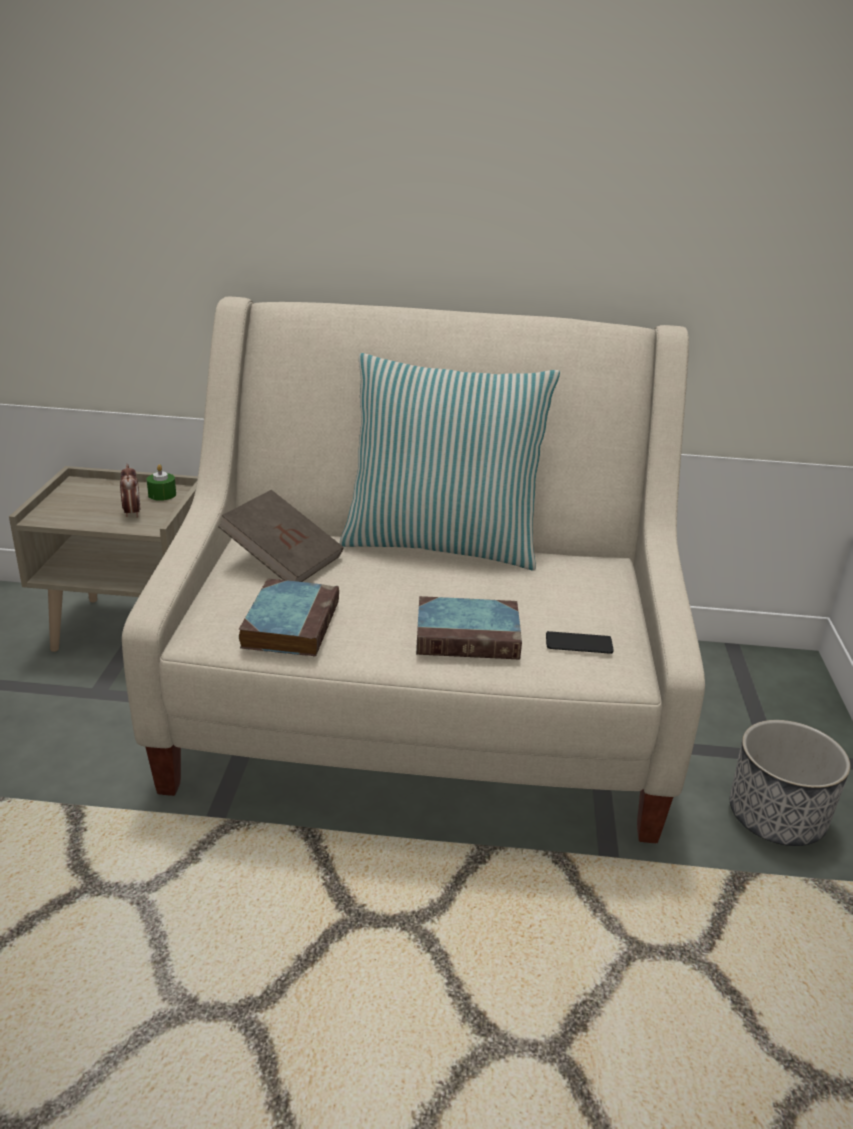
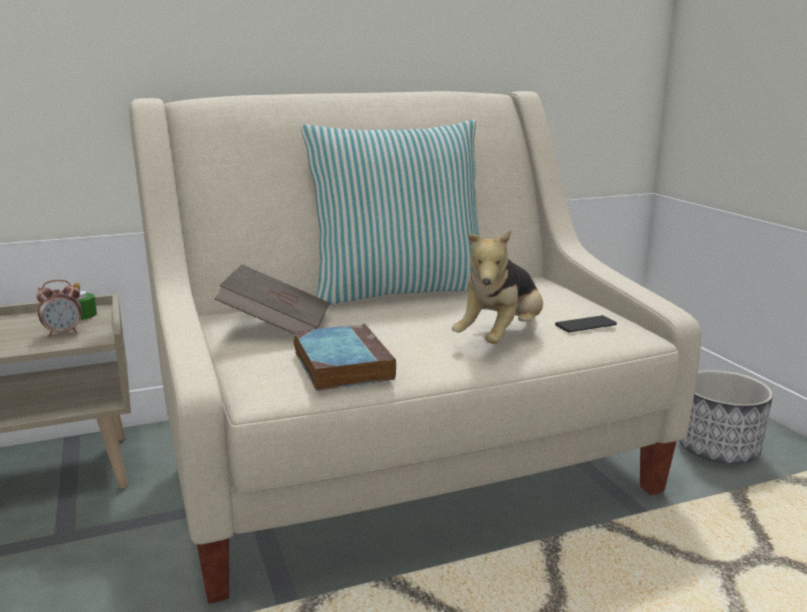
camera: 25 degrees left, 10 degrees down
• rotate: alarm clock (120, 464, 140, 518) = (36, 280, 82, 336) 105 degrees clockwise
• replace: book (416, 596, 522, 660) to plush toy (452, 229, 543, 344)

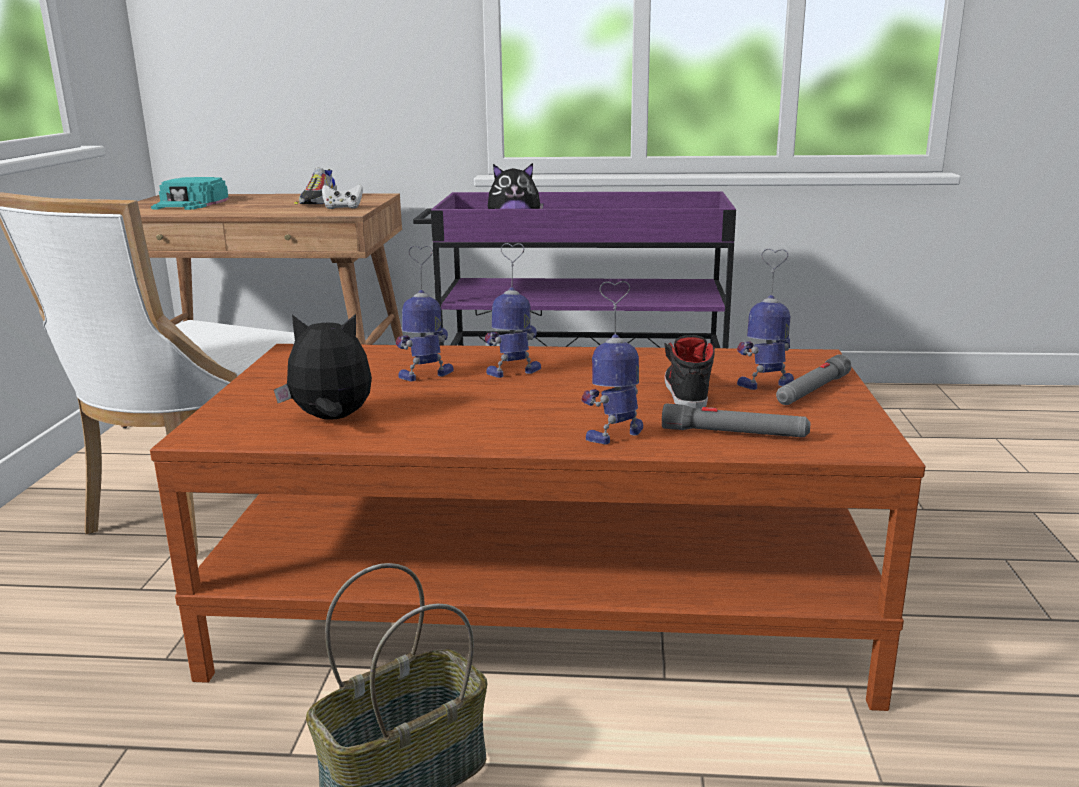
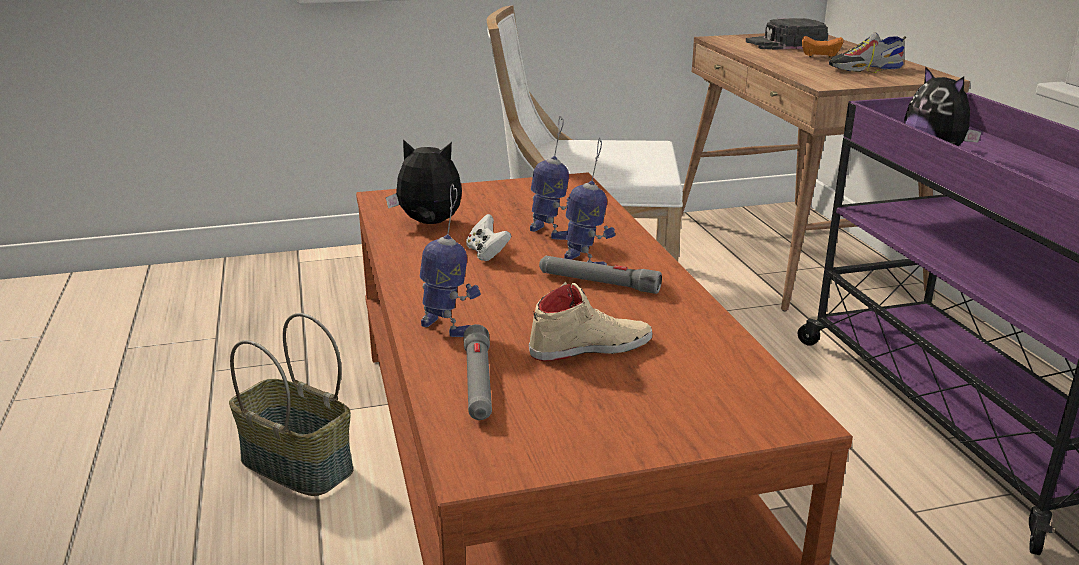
camera: 70 degrees right, 5 degrees up
• rotate: plush toy (274, 314, 372, 420) = (386, 139, 462, 224) 60 degrees counterclockwise
• move: game controller (white) (322, 184, 363, 209) to (466, 214, 511, 261)
• recolor: shoe (black) (664, 335, 717, 409) to shoe (beige) (529, 282, 652, 361)
• move: flashlight (grey) (776, 354, 851, 405) to (539, 256, 662, 294)
• recolor: cap (turquoise) (151, 177, 229, 210) to cap (black) (746, 18, 828, 50)
• insert: game controller (orange) (802, 36, 843, 58)
• delete: toy robot (737, 249, 794, 390)

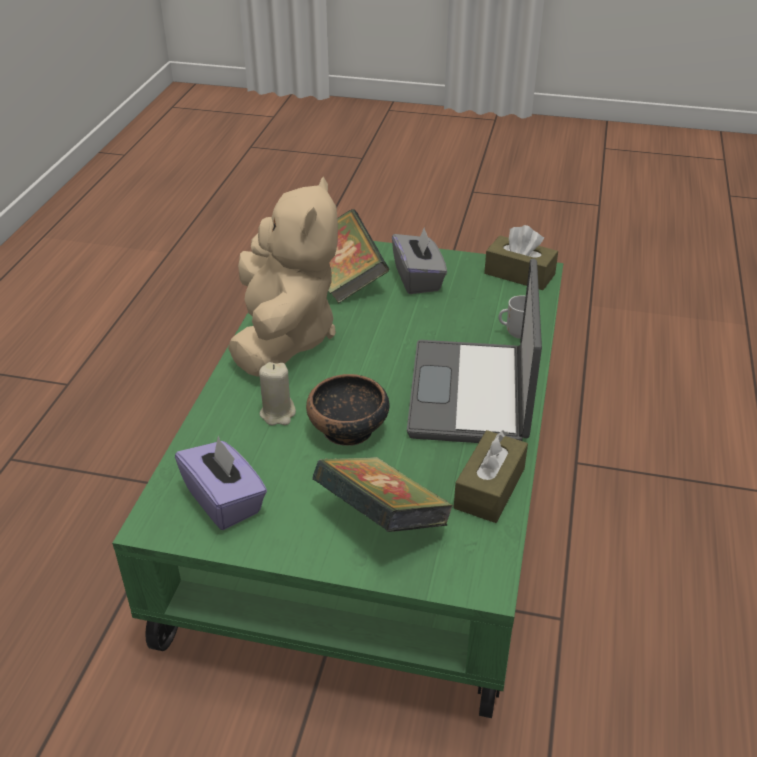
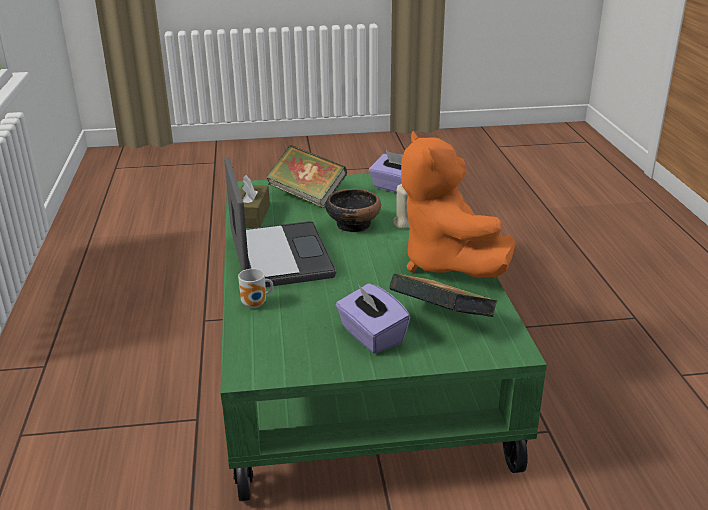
camera: 160 degrees right, 10 degrees down
• recolor: tissue box (grey) (392, 226, 447, 294) to tissue box (purple) (336, 283, 410, 354)
• recolor: plush toy (beige) (228, 177, 338, 377) to plush toy (orange) (401, 131, 515, 278)
• delete: tissue box (brown) (484, 225, 558, 290)

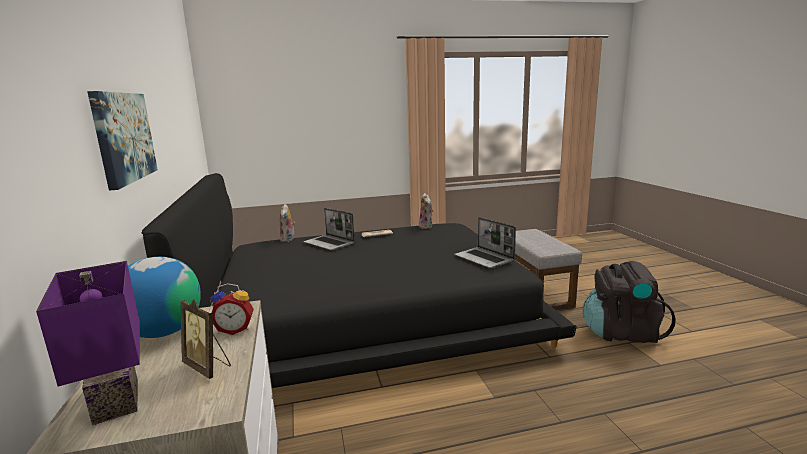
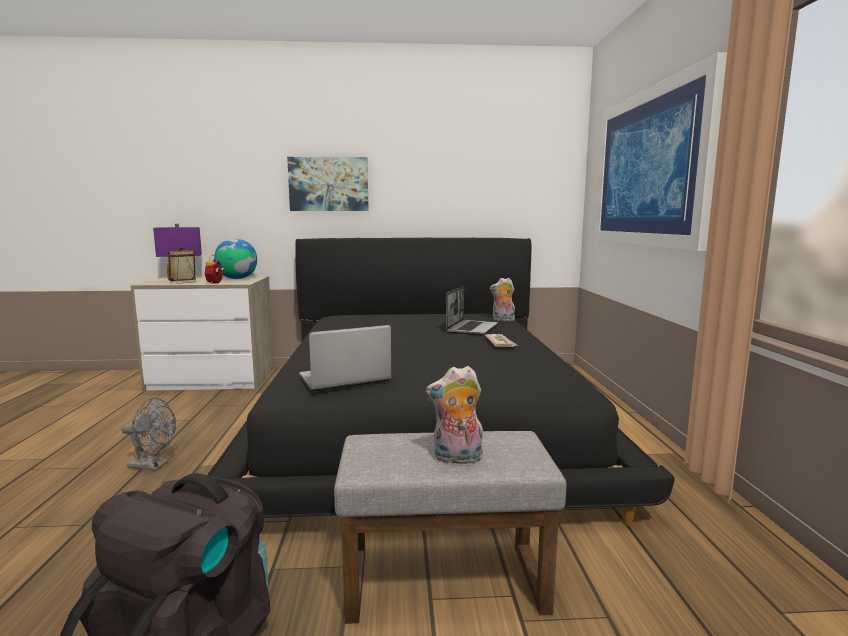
camera: 100 degrees right, 5 degrees down
• insert: fan (grey) (122, 398, 176, 471)
• move: plush toy (419, 193, 434, 229) to (426, 366, 483, 464)
• rotate: laptop (303, 208, 355, 250) = (446, 286, 498, 335) 150 degrees clockwise
• insert: picture (595, 52, 727, 251)

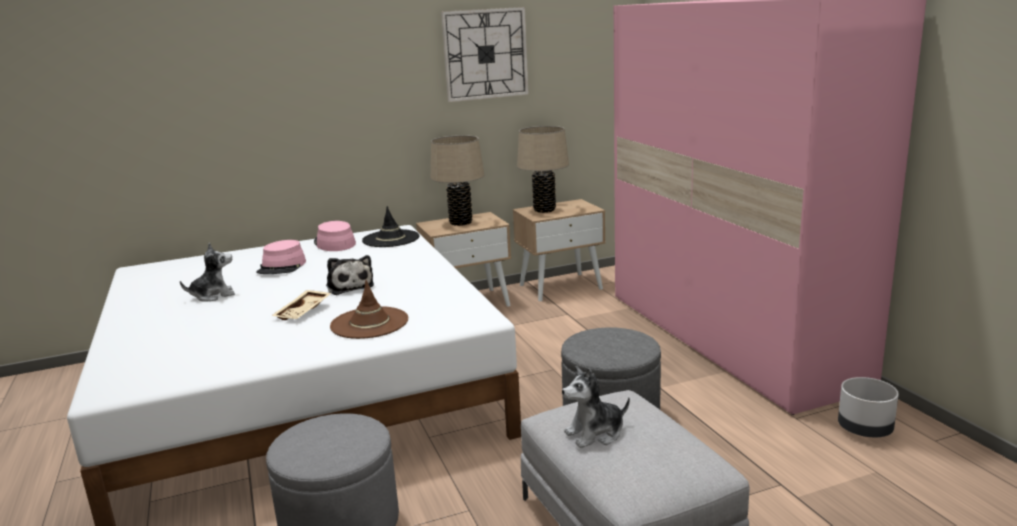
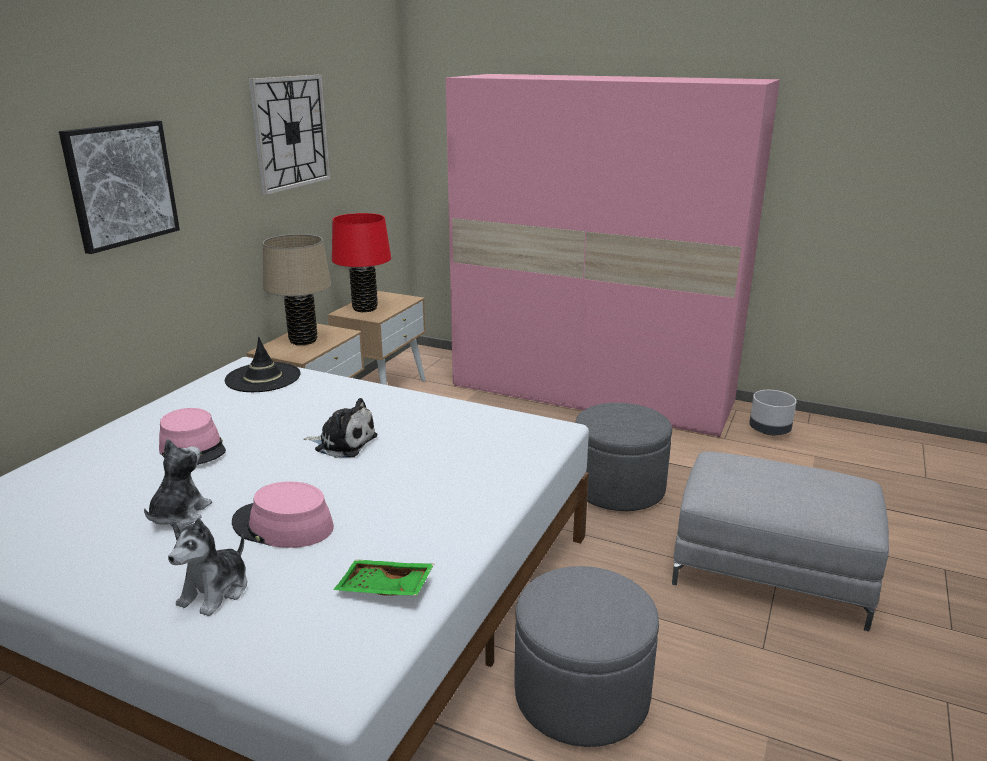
camera: 45 degrees left, 5 degrees up
• insert: picture (59, 121, 180, 254)
• move: plush toy (562, 366, 630, 448) to (168, 518, 247, 616)
• move: hat (pink) (314, 221, 356, 251) to (232, 481, 334, 548)
• recolor: table lamp (beige) (517, 126, 569, 213) to table lamp (red) (332, 213, 391, 312)
• insert: tray (green) (333, 560, 434, 596)
• delete: tray (beige) (272, 290, 331, 320)
• delete: hat (brown) (330, 280, 408, 339)

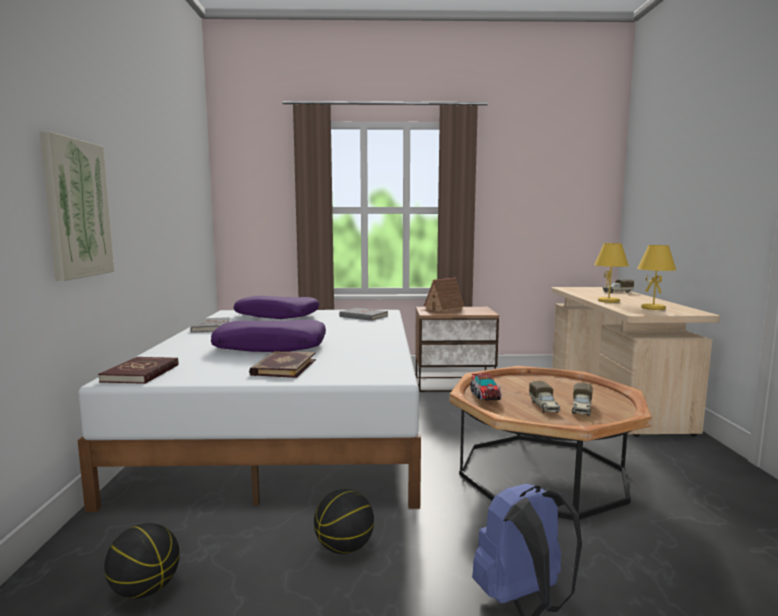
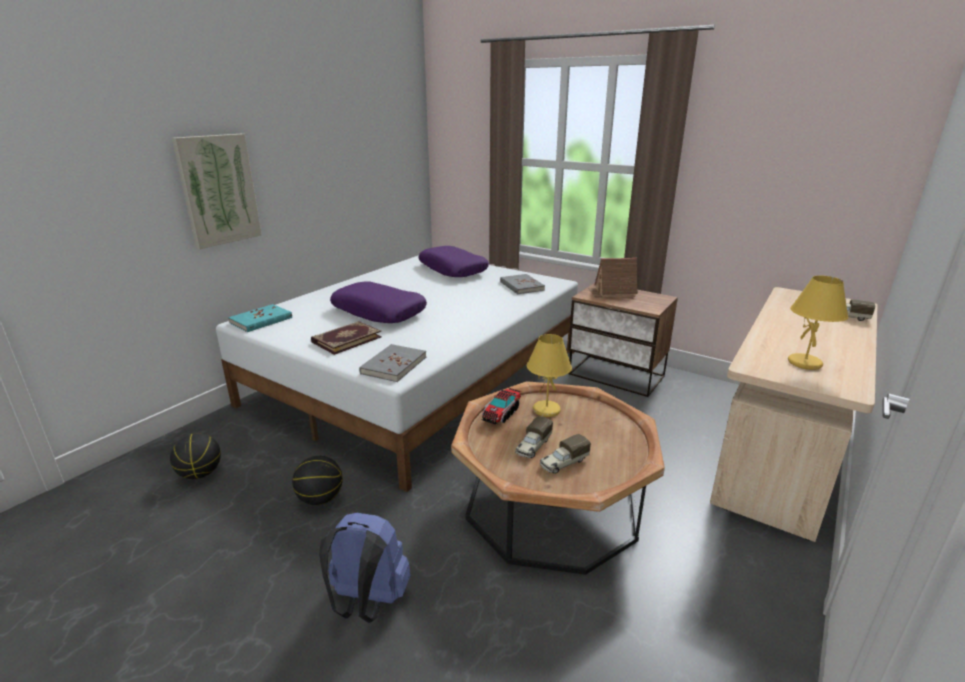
camera: 35 degrees right, 15 degrees up
• recolor: book (red) (98, 357, 179, 384) to book (turquoise) (228, 304, 292, 332)
• move: book (grey) (190, 317, 230, 333) to (359, 344, 426, 382)
• move: table lamp (yellow) (594, 243, 629, 303) to (527, 334, 572, 417)

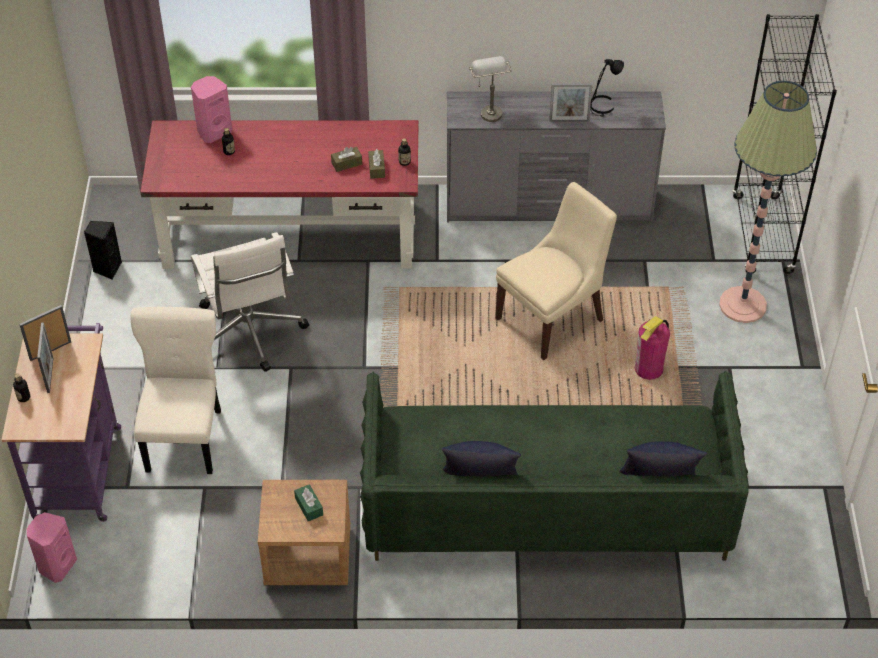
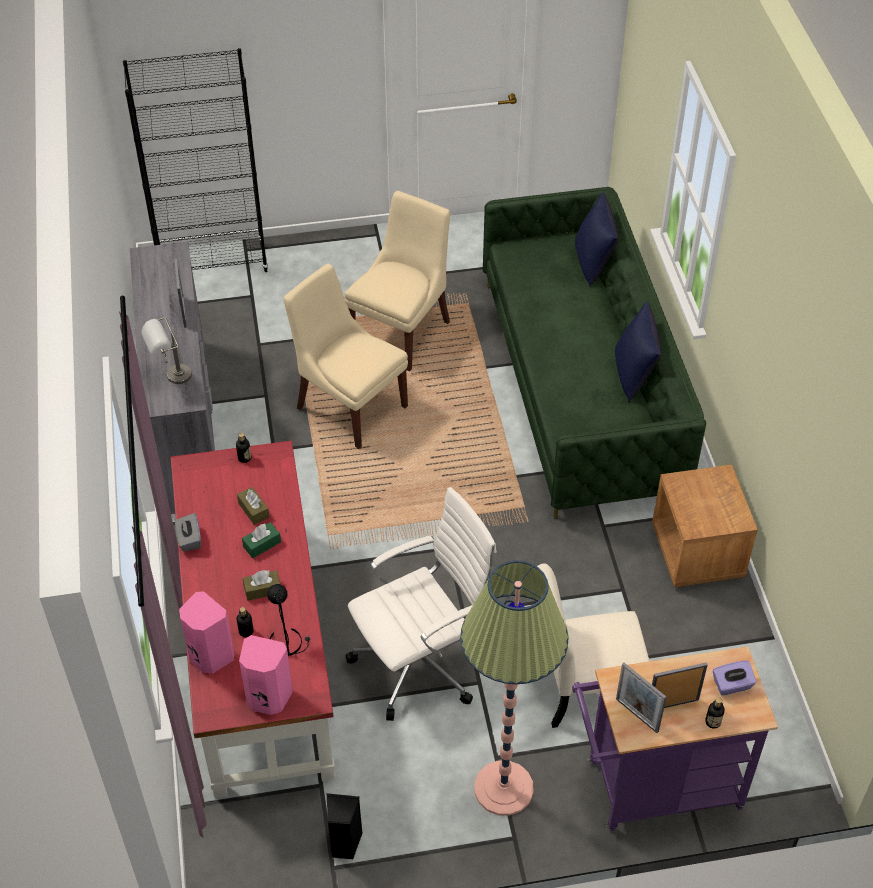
camera: 100 degrees left, 0 degrees up
• insert: tissue box (grey) (175, 513, 201, 552)
• move: speaker (pink) (27, 512, 77, 583) to (239, 635, 293, 715)
• move: tissue box (green) (294, 484, 323, 521) to (242, 522, 281, 558)
• move: tissue box (brown) (368, 149, 385, 179) to (243, 570, 281, 601)
• move: table lamp (black) (590, 59, 624, 117) to (267, 584, 310, 656)
• replace: fire extinguisher (635, 316, 670, 380) to chair (beige) (345, 191, 450, 371)
• move: floor lamp (719, 81, 817, 323) to (460, 560, 568, 815)
• insert: tissue box (purple) (713, 661, 757, 695)

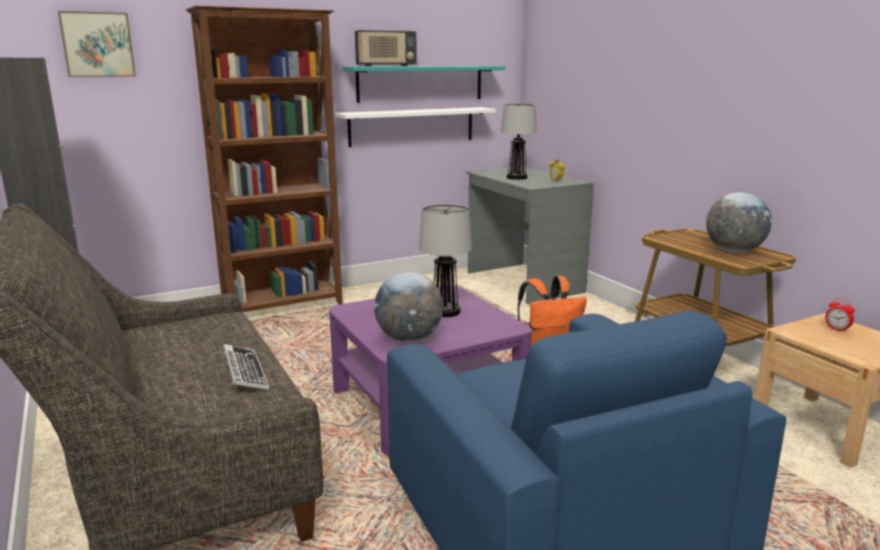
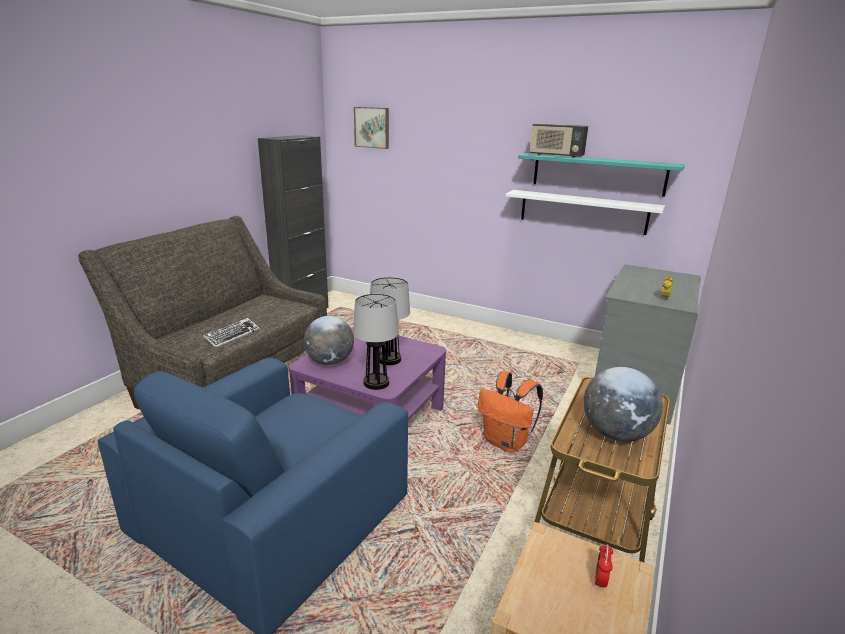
camera: 55 degrees right, 5 degrees up
• move: table lamp (501, 104, 537, 180) to (353, 294, 399, 390)
• delete: bookcase (brown) (186, 6, 343, 312)

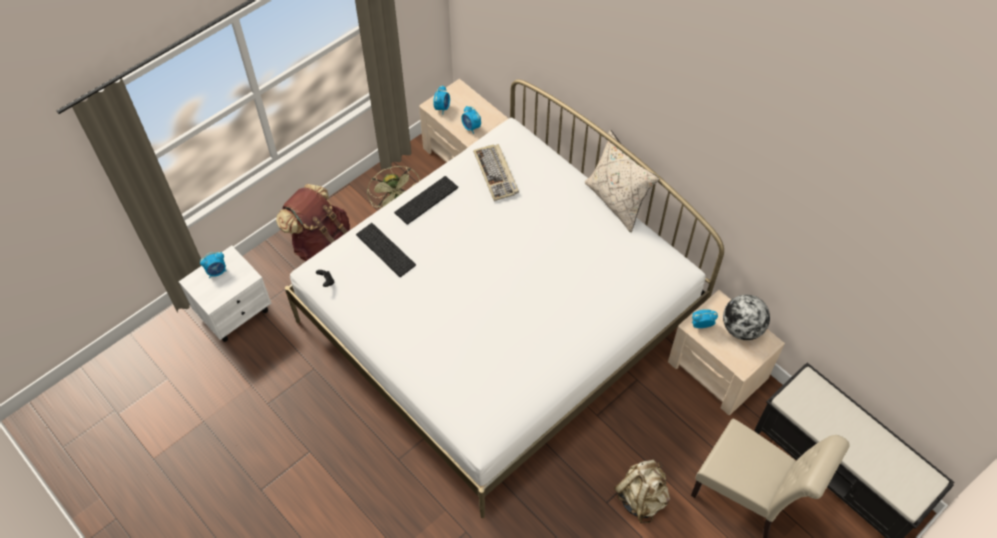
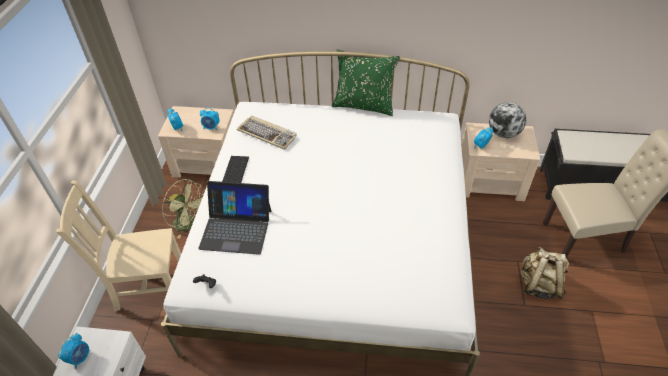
camera: 40 degrees left, 10 degrees down
• replace: backpack (brown) (276, 184, 350, 261) to chair (beige) (57, 180, 181, 312)
• replace: keyboard (356, 223, 416, 277) to laptop (198, 181, 271, 255)
• recolor: pillow (beige) (585, 130, 659, 233) to pillow (green) (332, 49, 400, 116)

